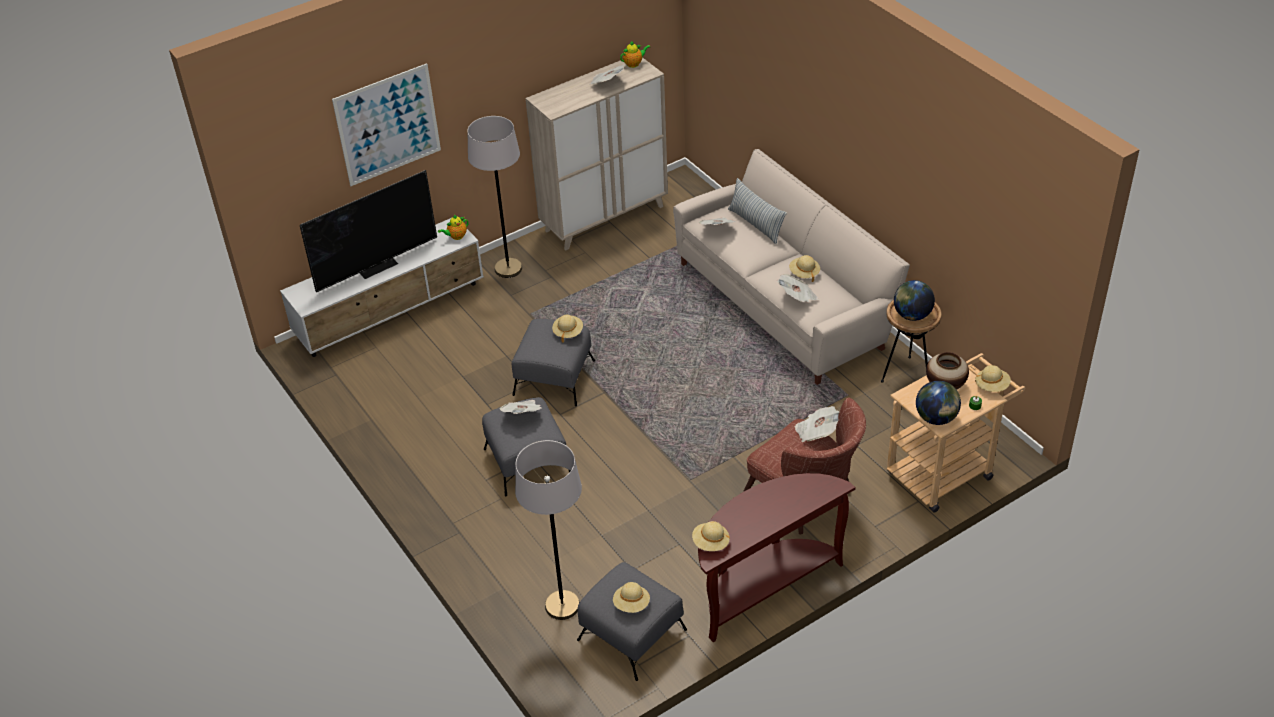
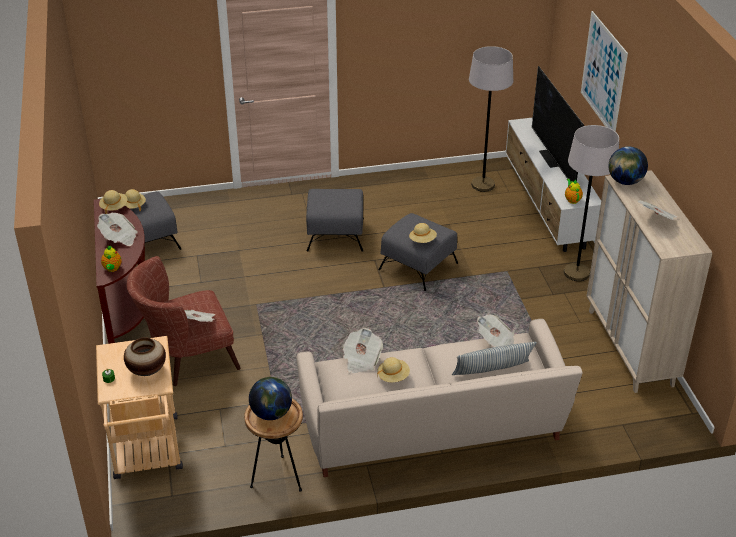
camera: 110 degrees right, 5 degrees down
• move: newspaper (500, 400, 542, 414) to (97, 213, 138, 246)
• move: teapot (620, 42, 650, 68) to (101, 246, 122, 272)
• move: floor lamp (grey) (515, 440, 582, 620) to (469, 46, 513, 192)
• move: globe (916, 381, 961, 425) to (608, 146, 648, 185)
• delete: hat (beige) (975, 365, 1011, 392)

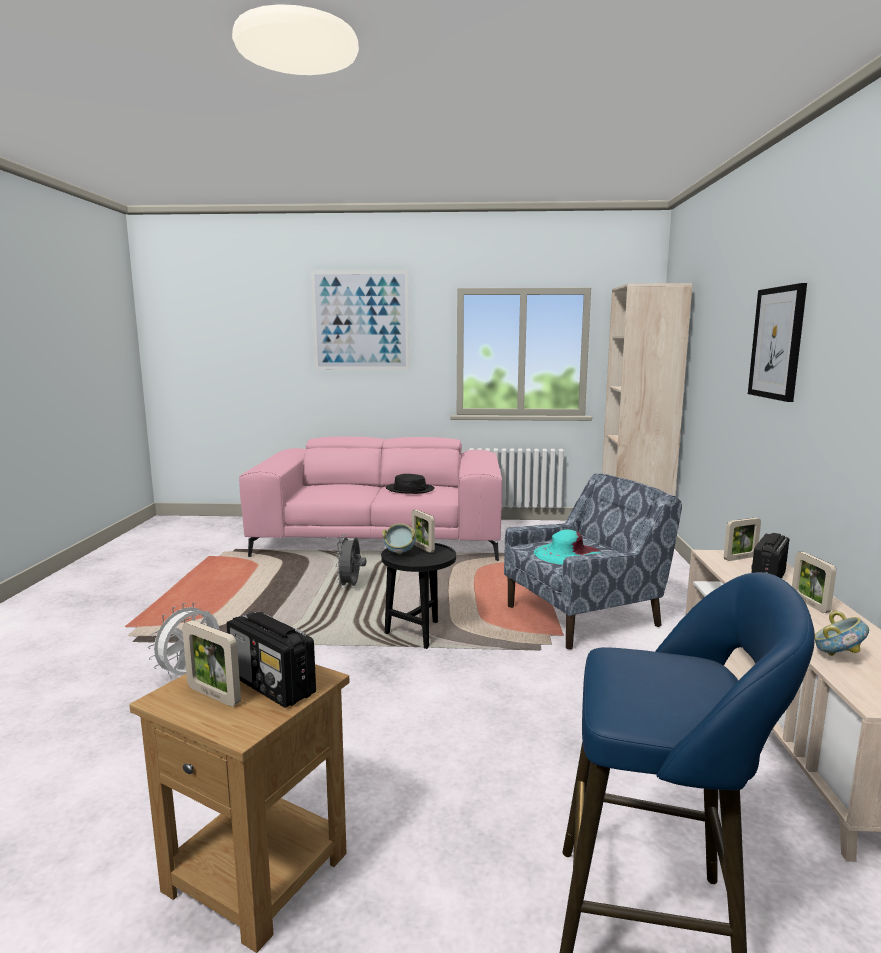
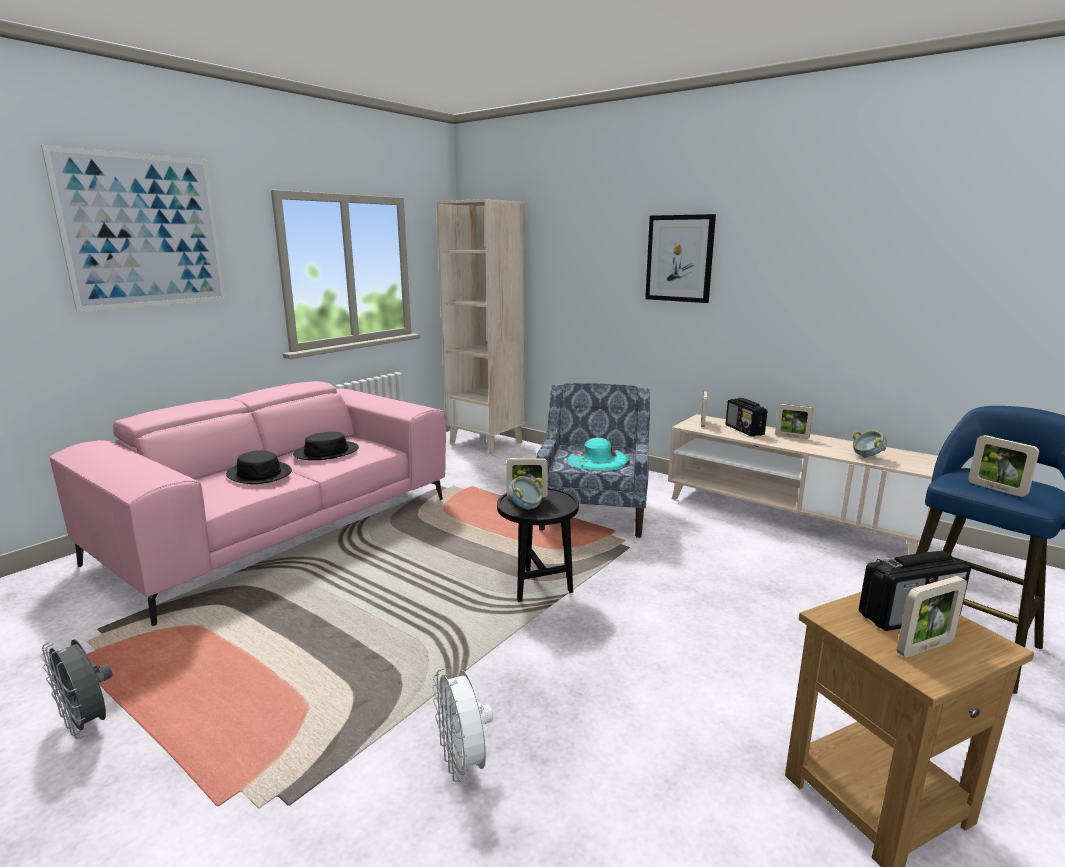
camera: 55 degrees left, 5 degrees up
• move: fan (grey) (335, 534, 366, 589) to (41, 639, 112, 739)
• insert: hat (black) (226, 450, 292, 484)
• insert: picture frame (969, 435, 1039, 497)

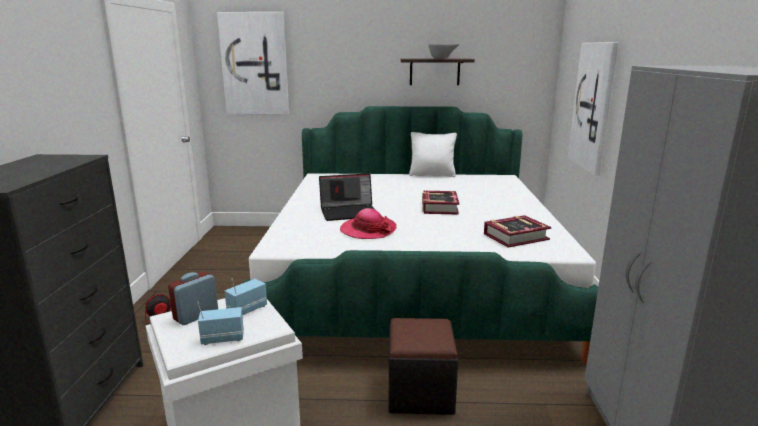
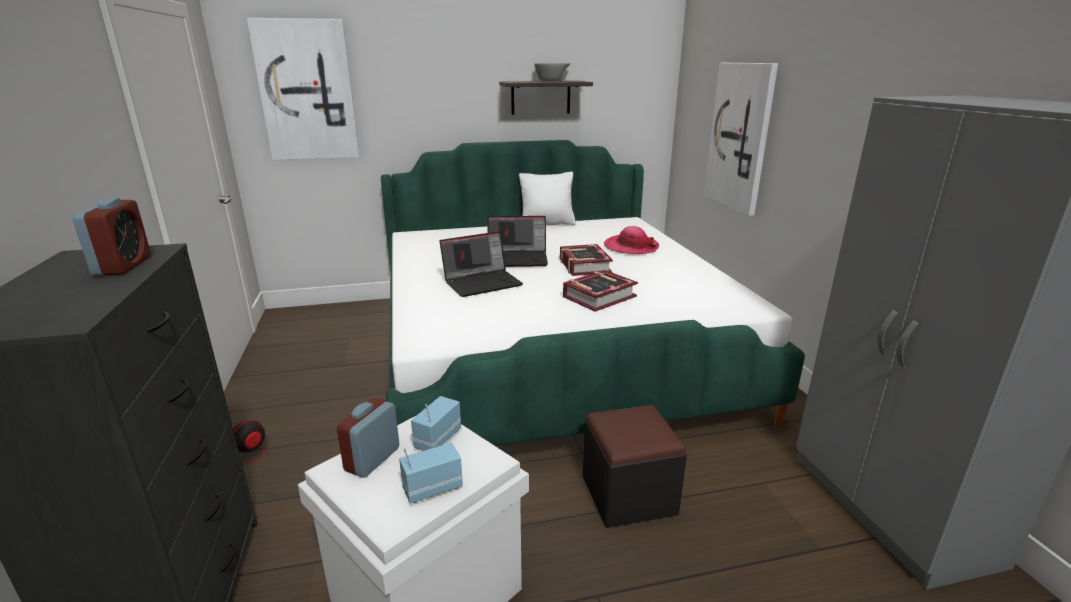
camera: 15 degrees left, 5 degrees up
• insert: alarm clock (72, 198, 151, 276)
• insert: laptop (487, 216, 548, 267)
• move: book (484, 215, 551, 248) to (563, 270, 638, 312)
• move: hat (340, 208, 396, 239) to (604, 226, 659, 254)

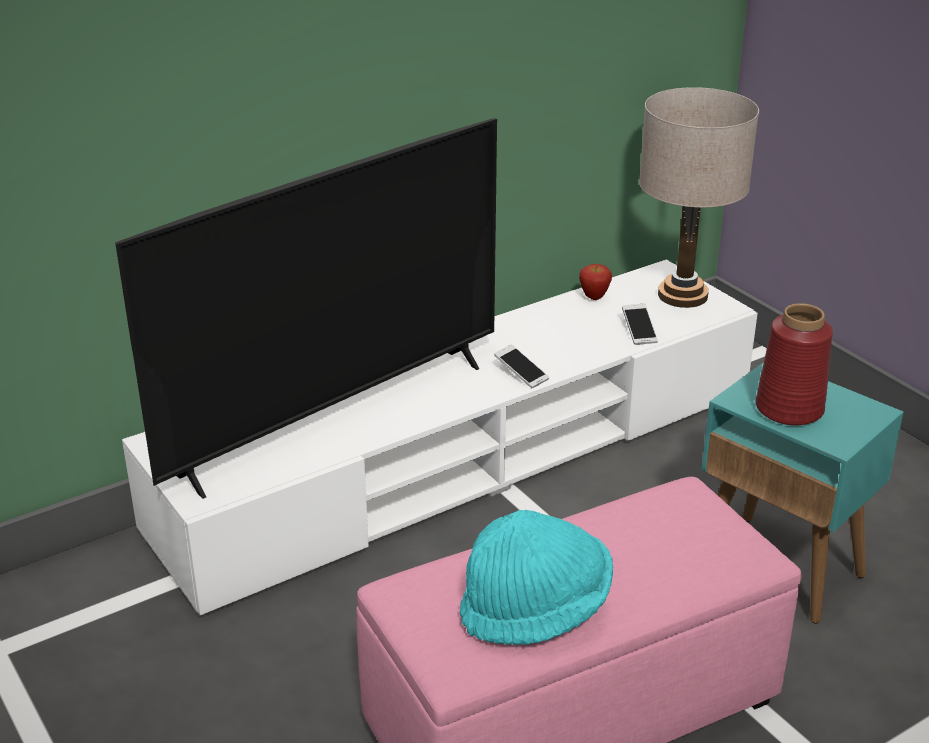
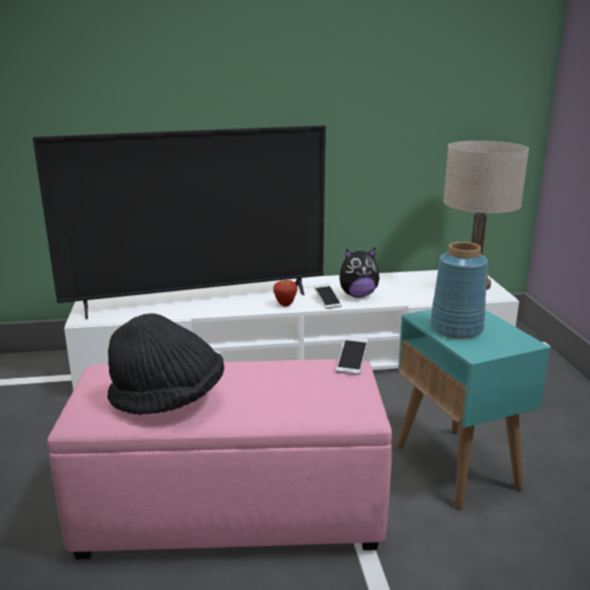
camera: 25 degrees right, 10 degrees down
• recolor: hat (turquoise) (460, 510, 613, 645) to hat (black) (108, 313, 224, 415)
• move: apple (579, 264, 612, 300) to (273, 280, 297, 307)
• move: phone (622, 304, 658, 345) to (336, 336, 368, 375)
• insert: plush toy (339, 247, 379, 298)
• recolor: vase (red) (756, 303, 833, 426) to vase (blue) (430, 242, 488, 338)

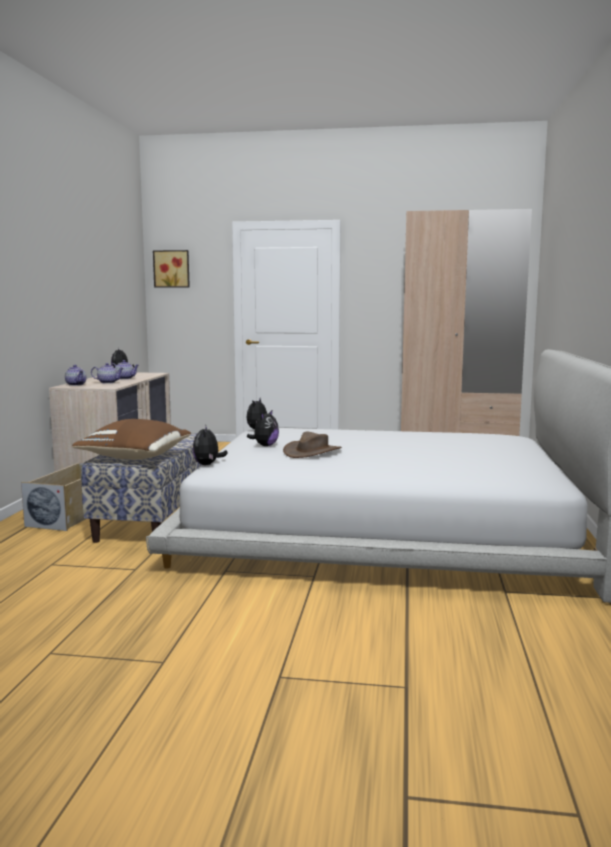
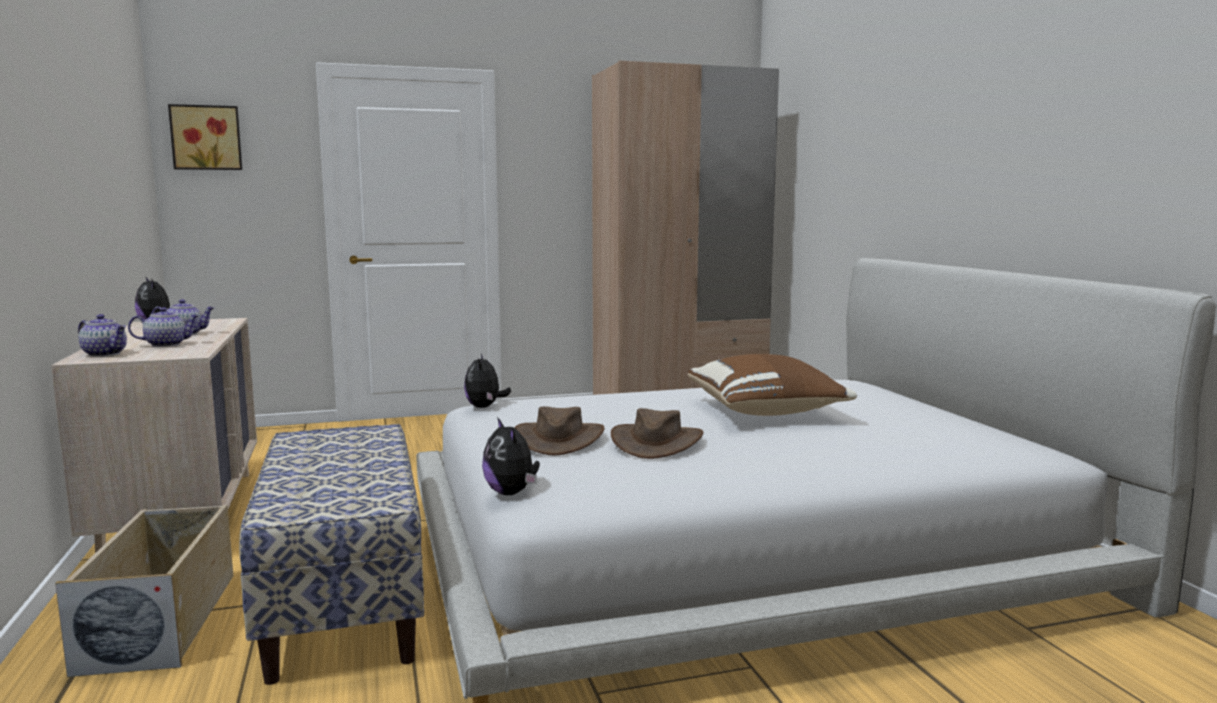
camera: 25 degrees left, 0 degrees up
• replace: plush toy (247, 409, 279, 446) to hat (brown) (514, 406, 605, 455)
• move: pillow (brown) (72, 419, 191, 460) to (688, 354, 857, 416)

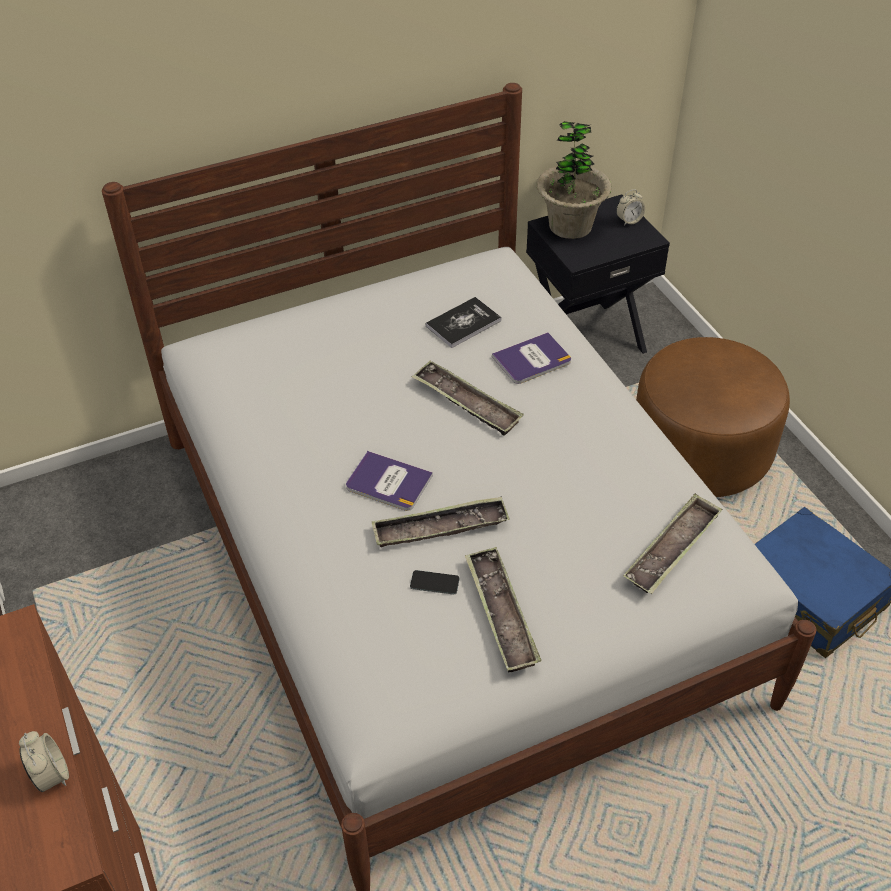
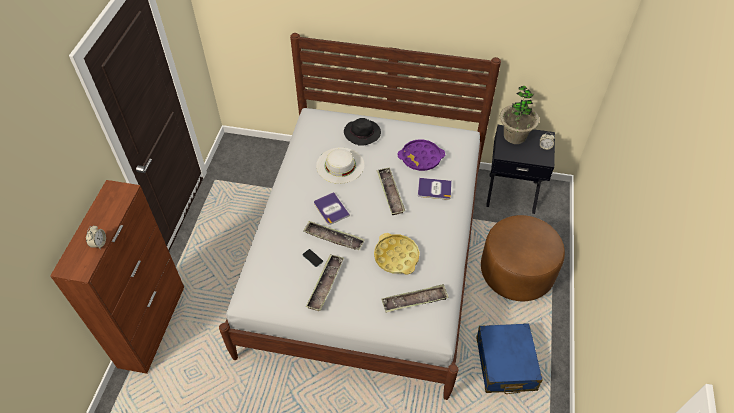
camera: 35 degrees right, 5 degrees up
• insert: hat (white) (316, 147, 364, 184)
• insert: hat (black) (344, 118, 381, 146)
• insert: tray (yellow) (374, 233, 420, 274)
• replace: book (426, 297, 502, 348) to tray (purple) (398, 139, 445, 171)

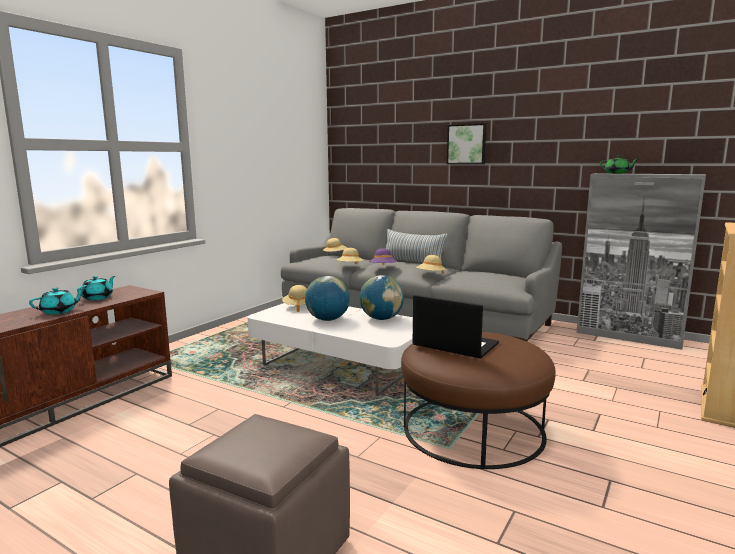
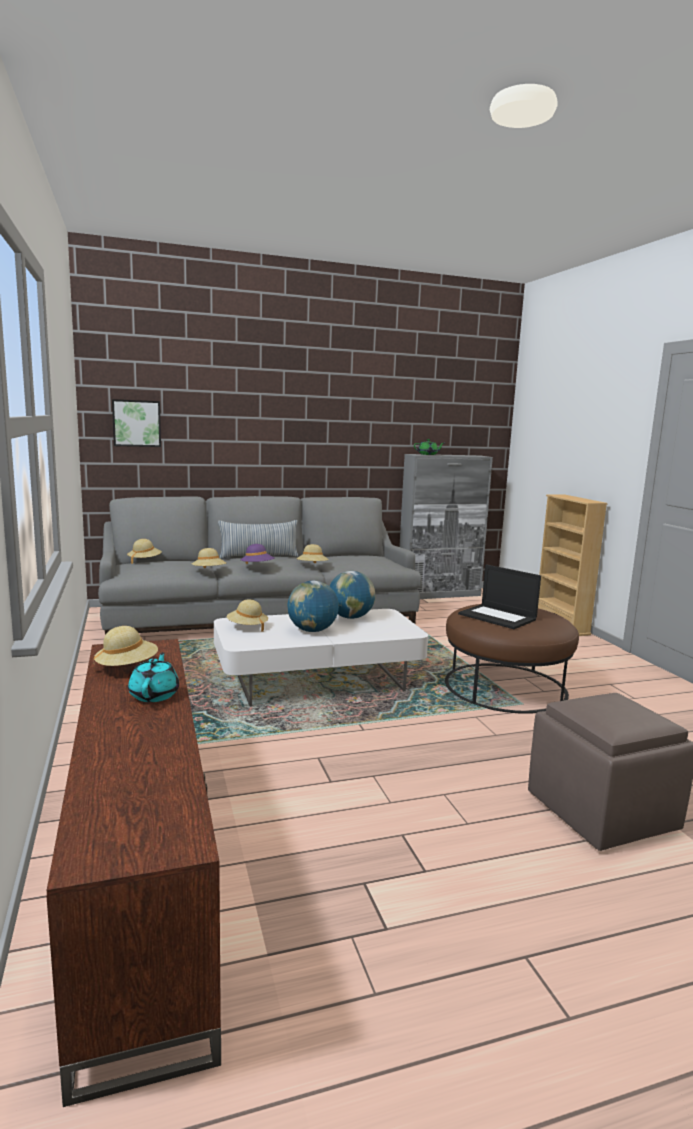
camera: 50 degrees left, 0 degrees up
• replace: teapot (turquoise) (77, 276, 115, 300) to hat (beige) (94, 626, 158, 666)
• move: picture (447, 123, 486, 164) to (112, 399, 161, 447)
• rotate: laptop (413, 295, 499, 359) = (458, 564, 541, 629) 120 degrees counterclockwise

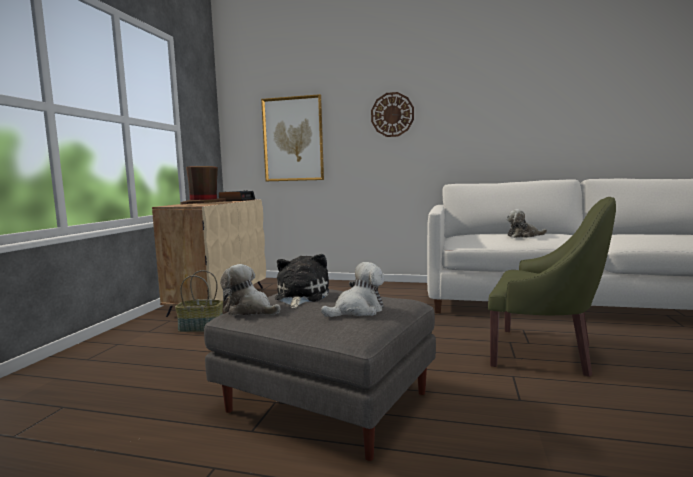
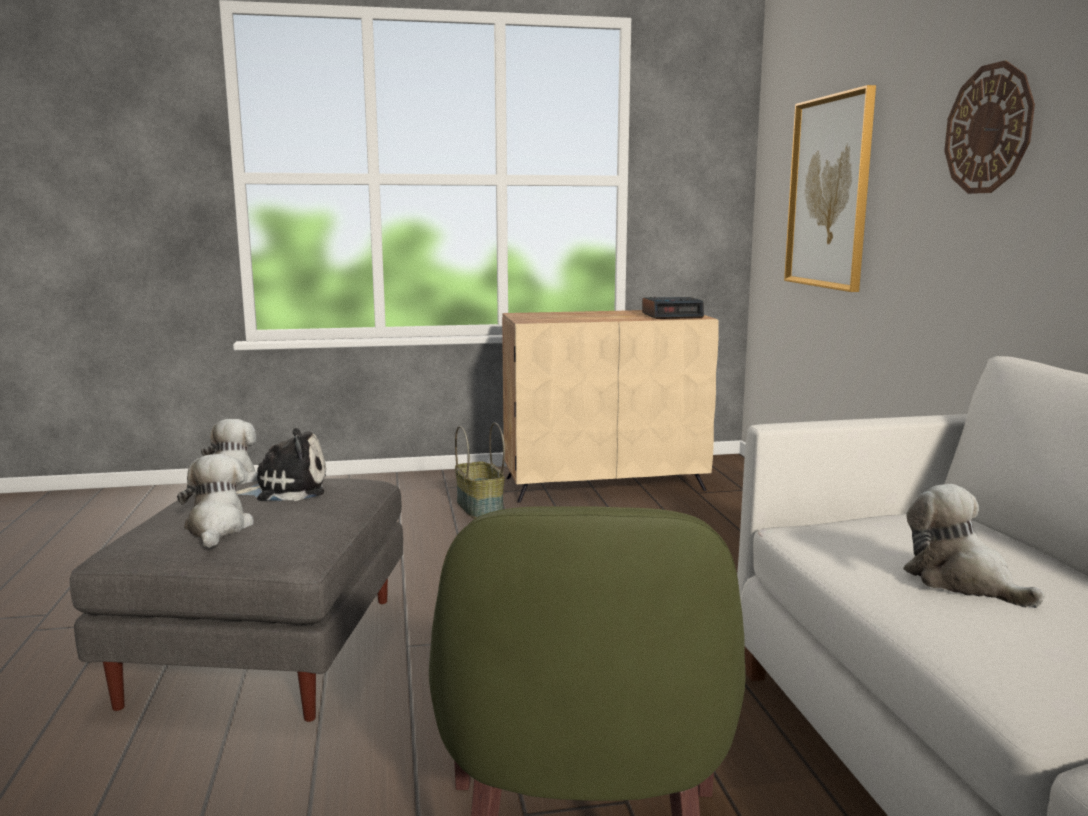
camera: 65 degrees right, 5 degrees up
• rotate: plush toy (321, 262, 384, 317) = (177, 454, 254, 548) 135 degrees counterclockwise
• delete: hat (brown) (181, 166, 226, 204)

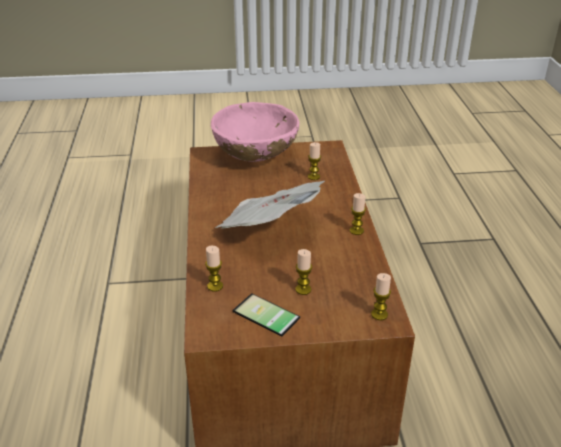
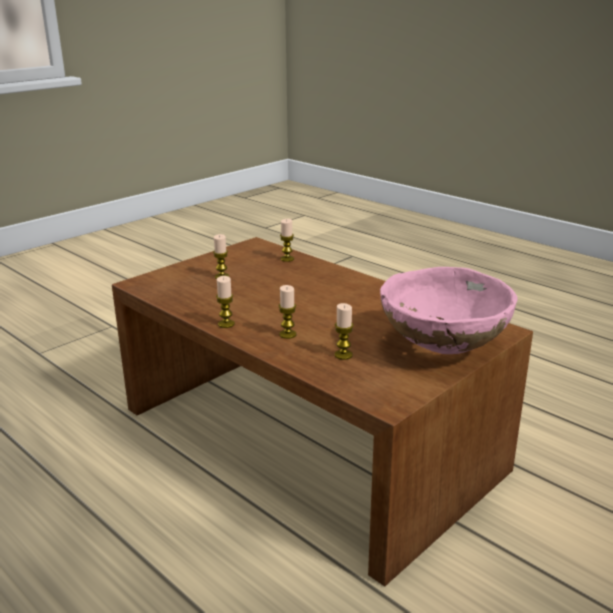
camera: 140 degrees right, 10 degrees down
• move: candle (371, 273, 391, 320) to (278, 285, 297, 339)
• delete: newspaper (215, 181, 325, 228)
• delete: phone (233, 293, 300, 337)

